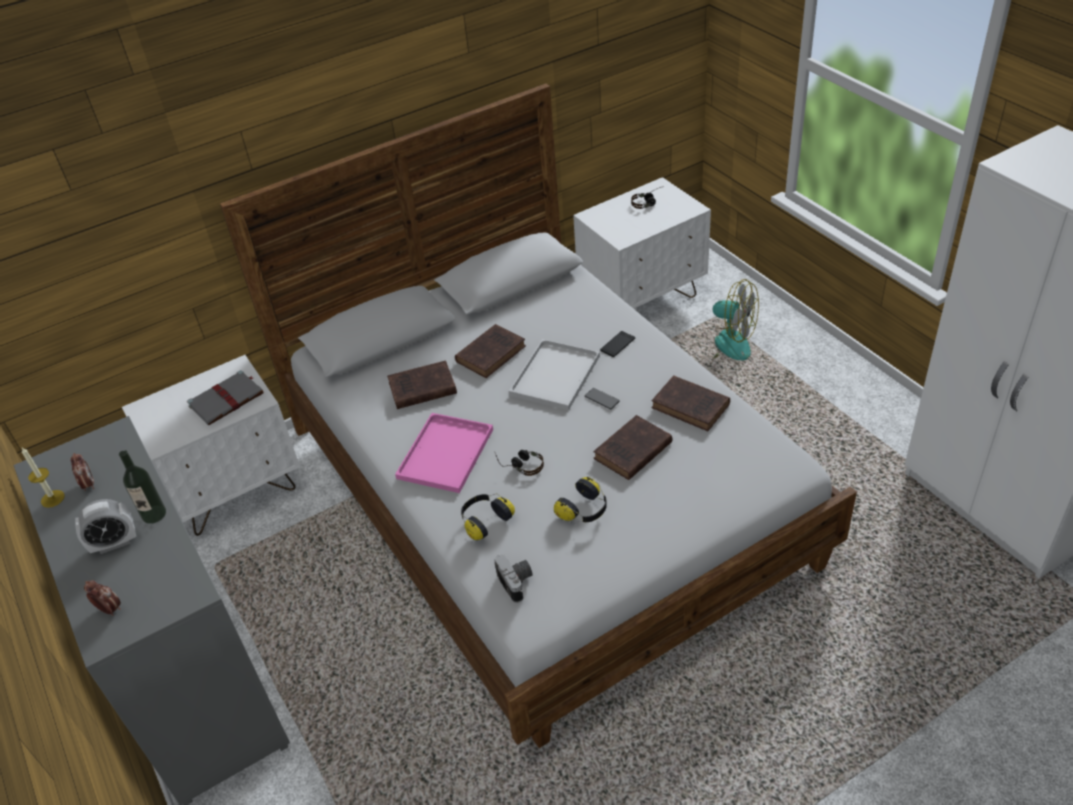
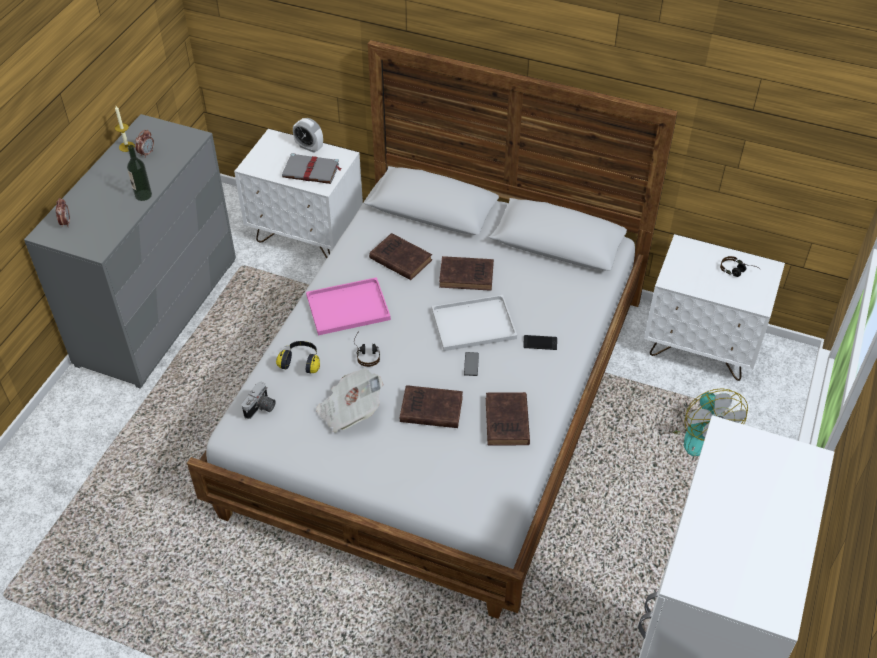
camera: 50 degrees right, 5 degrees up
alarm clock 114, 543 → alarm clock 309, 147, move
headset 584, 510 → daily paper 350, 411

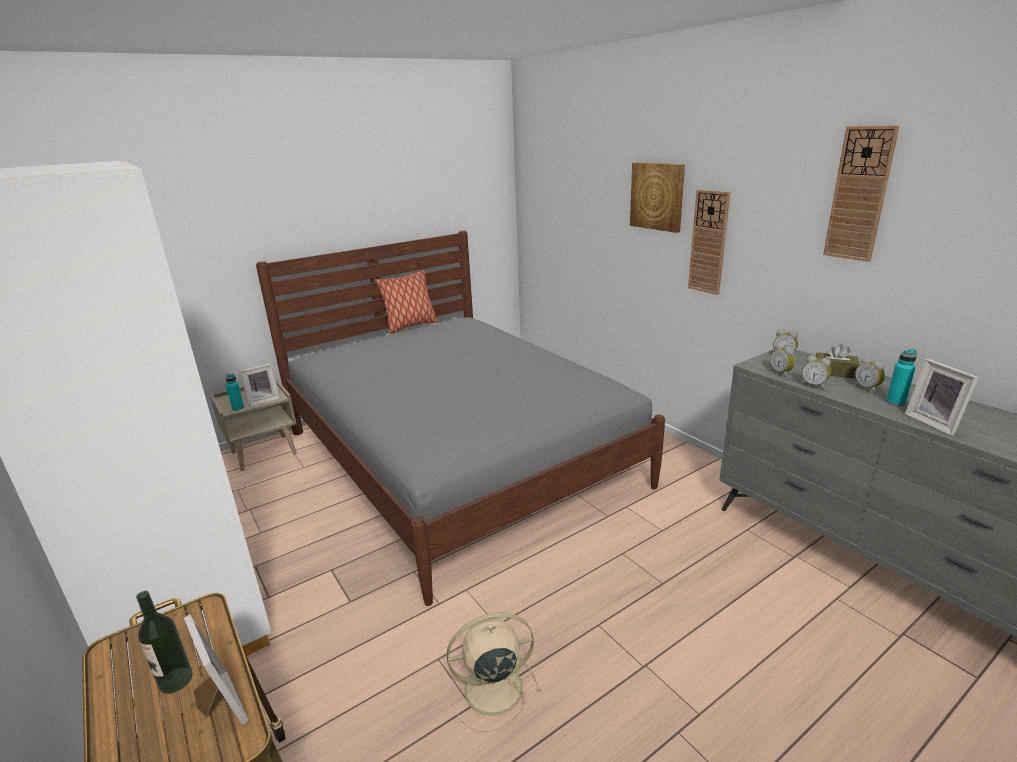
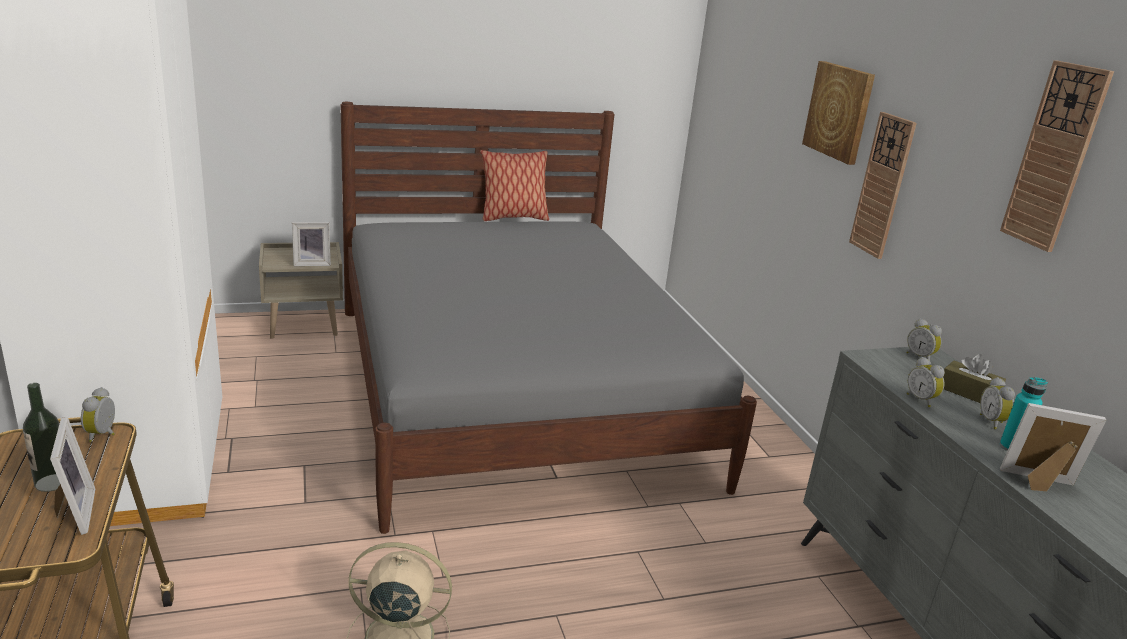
camera: 15 degrees right, 0 degrees up
blue-green beverage bottle 238, 408 → -
alarm clock 781, 373 → alarm clock 103, 434, move
picture frame 935, 423 → picture frame 1039, 483, 105 degrees clockwise

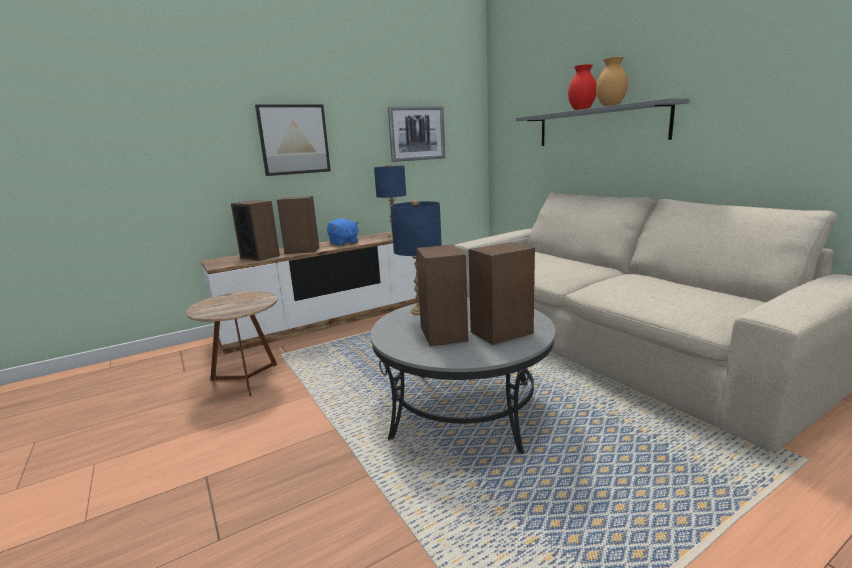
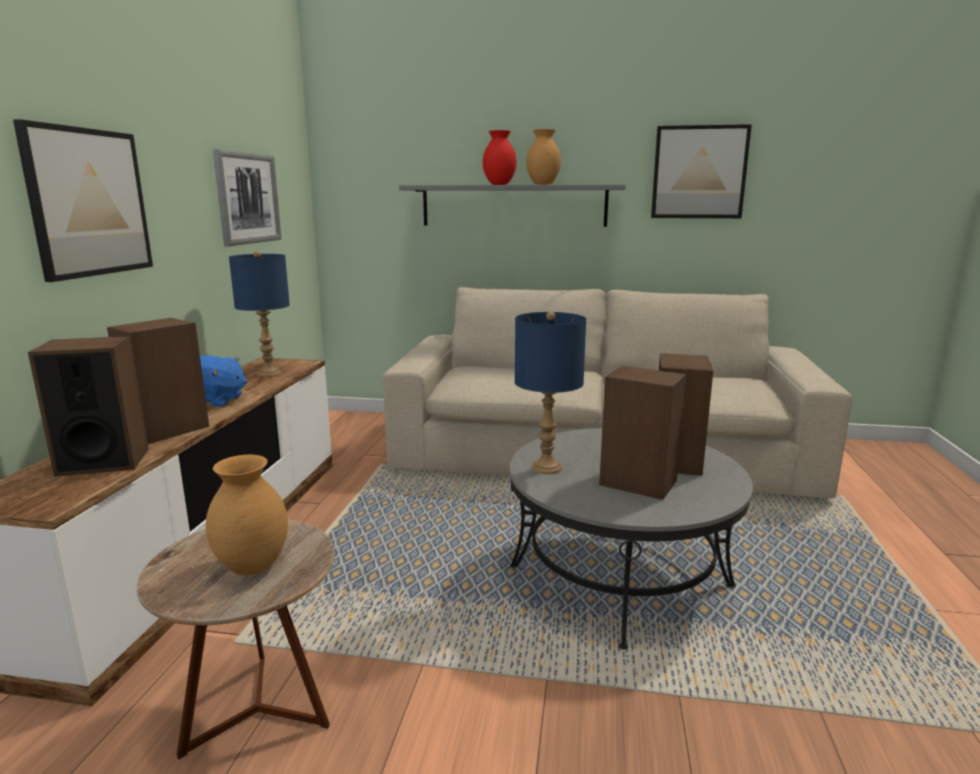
camera: 50 degrees left, 0 degrees up
- → brownish decorative vase 253, 568
- → wall picture 699, 172

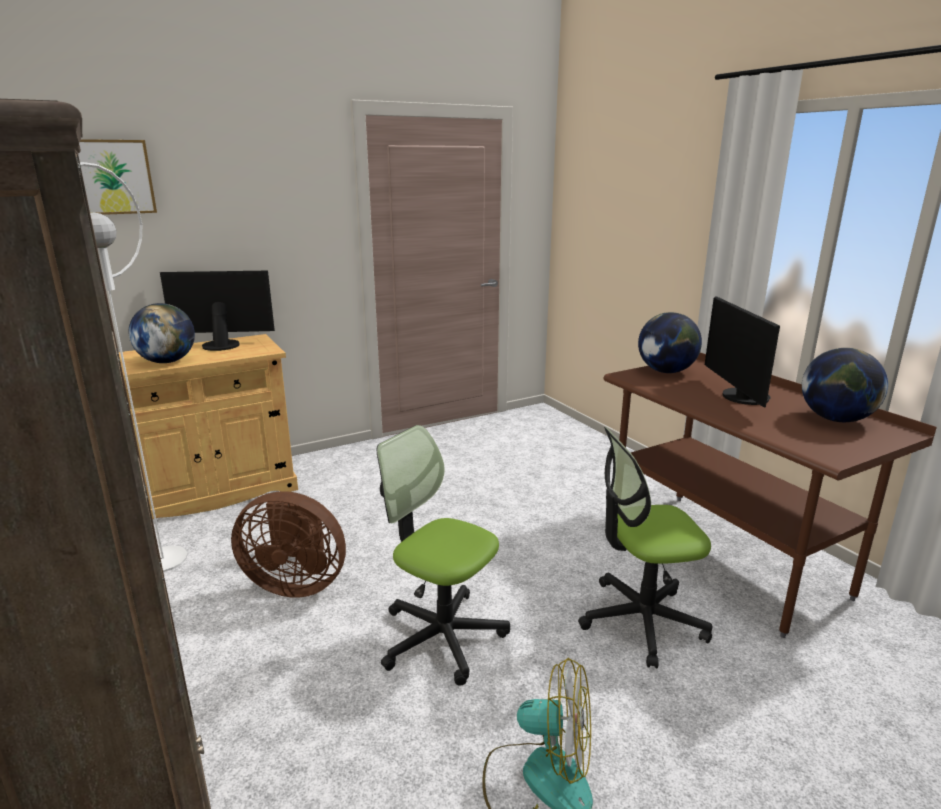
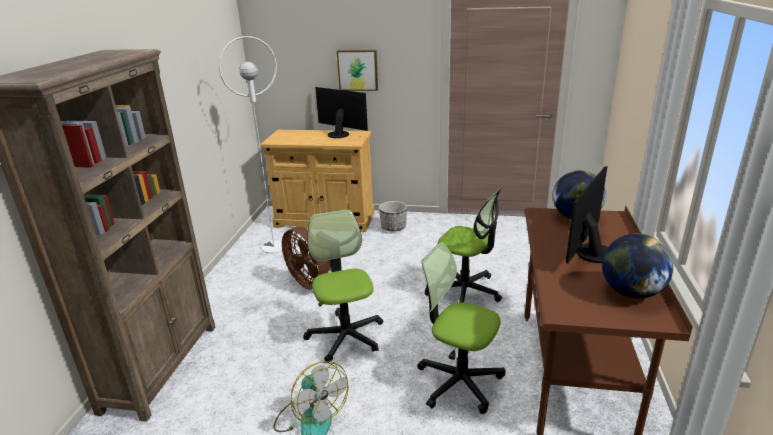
camera: 40 degrees right, 5 degrees up
desk globe 167, 361 → -
- → planter 393, 227
- → desk chair 466, 291
wall picture 112, 177 → wall picture 358, 70, move

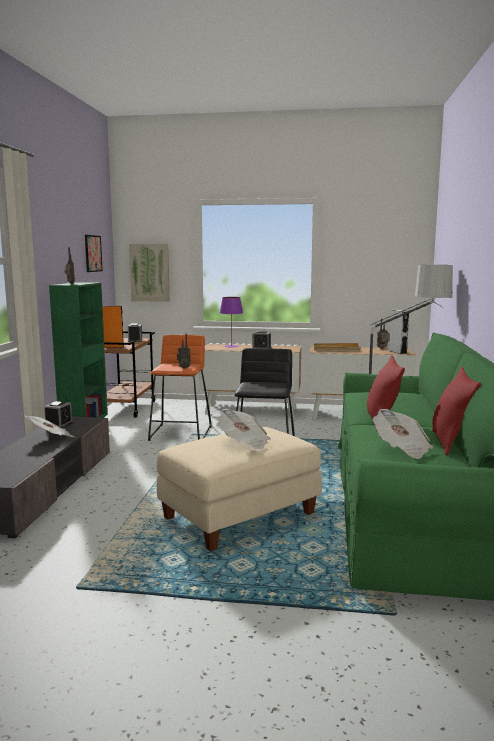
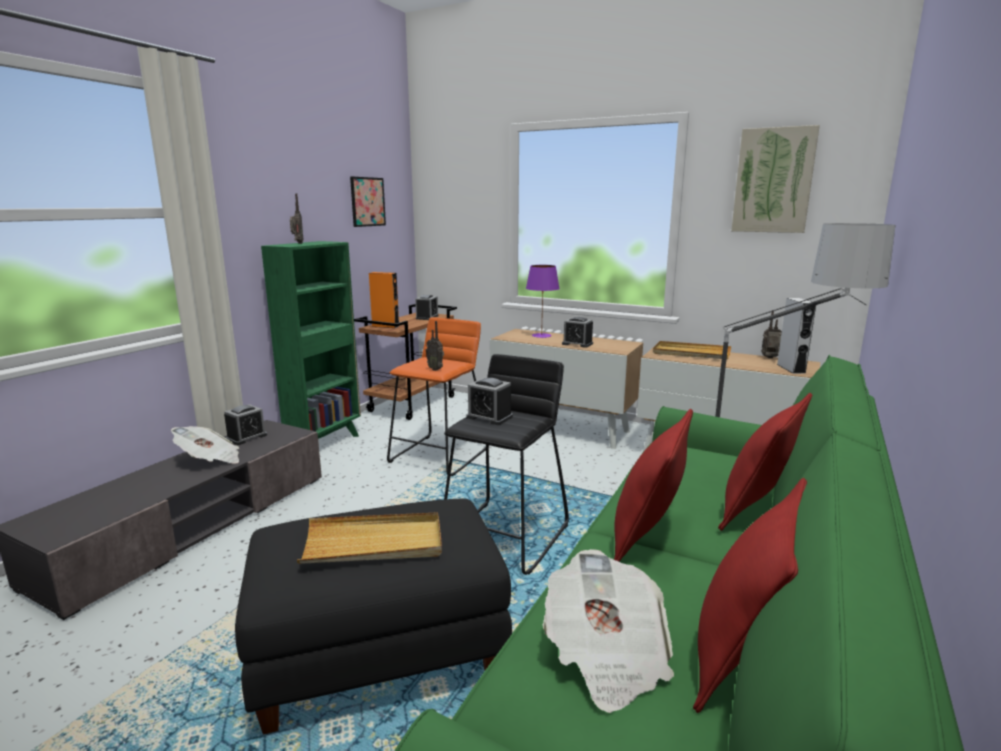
camera: 20 degrees right, 5 degrees up
- → alarm clock 489, 417
- → red-coloured throw pillow 757, 510
wall picture 150, 272 → wall picture 773, 181, move
daily paper 244, 443 → beige-coloured tray 374, 543
beige-coloured ottoman 239, 515 → black ottoman 381, 650

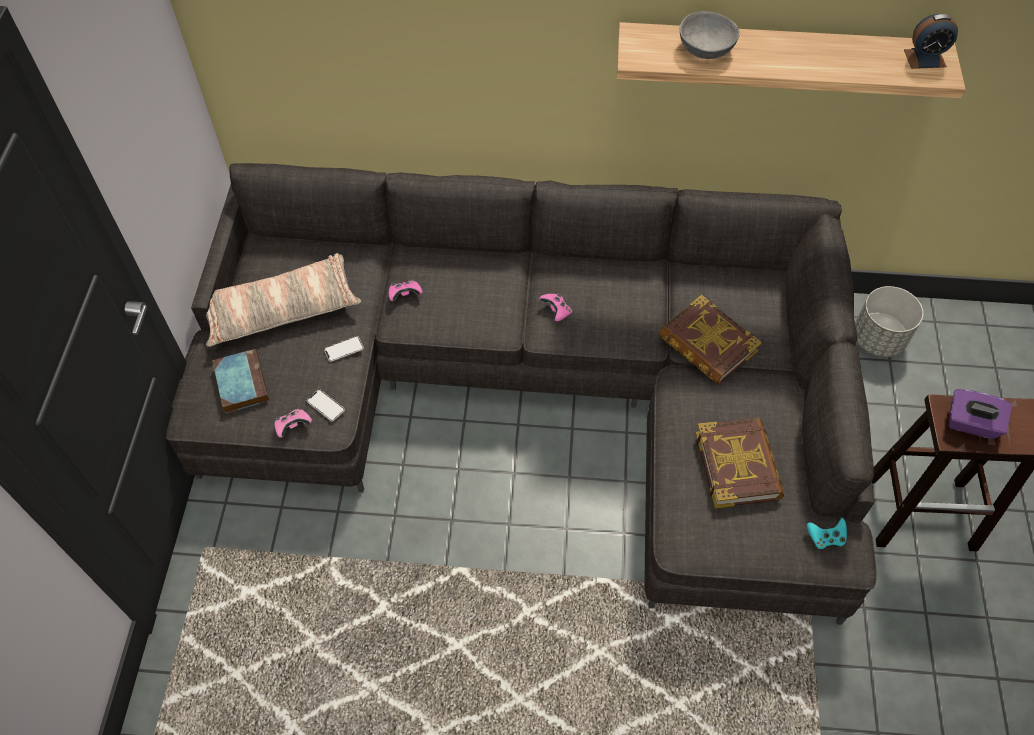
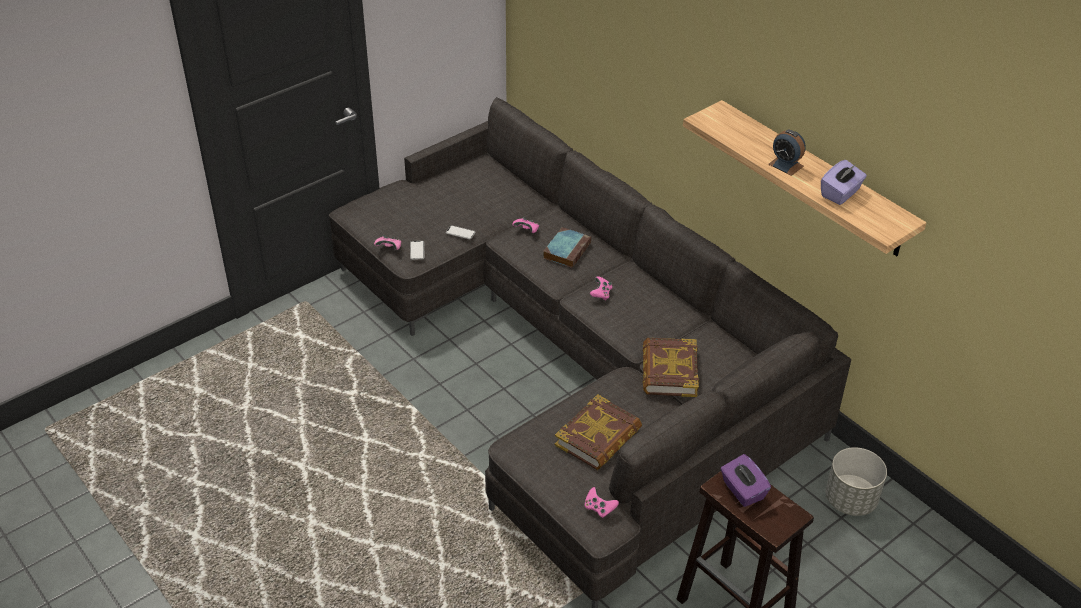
camera: 45 degrees right, 15 degrees down
throw pillow 281, 309 → -
gray serving bowl 705, 49 → -
- → purple tissue box 840, 193
volume 241, 383 → volume 567, 250, move
alarm clock 924, 58 → alarm clock 786, 165, move
blue-green gamepad 825, 537 → pink-coloured gamepad 599, 508

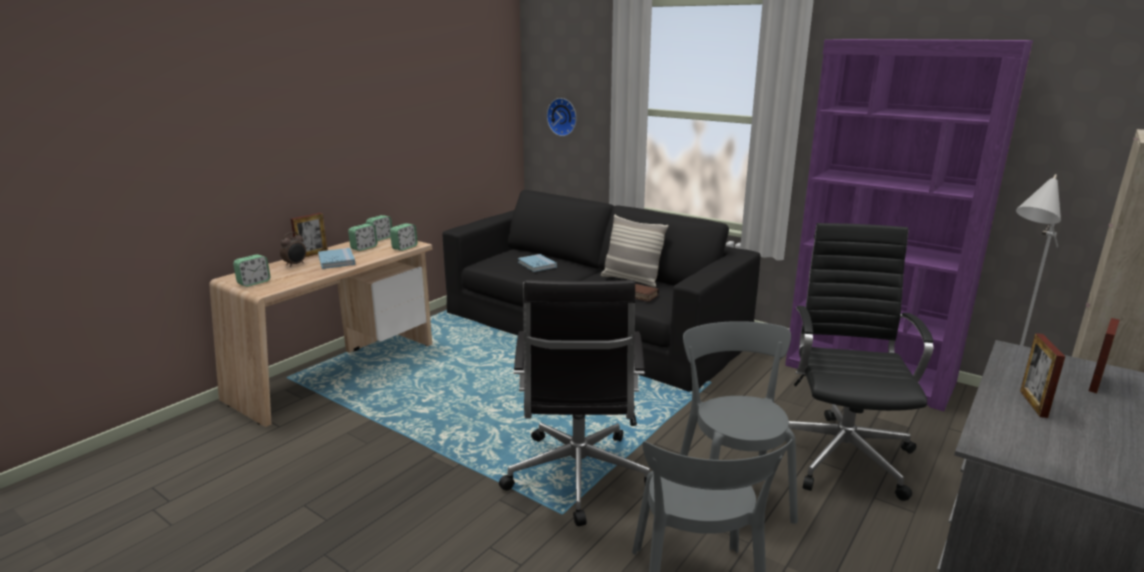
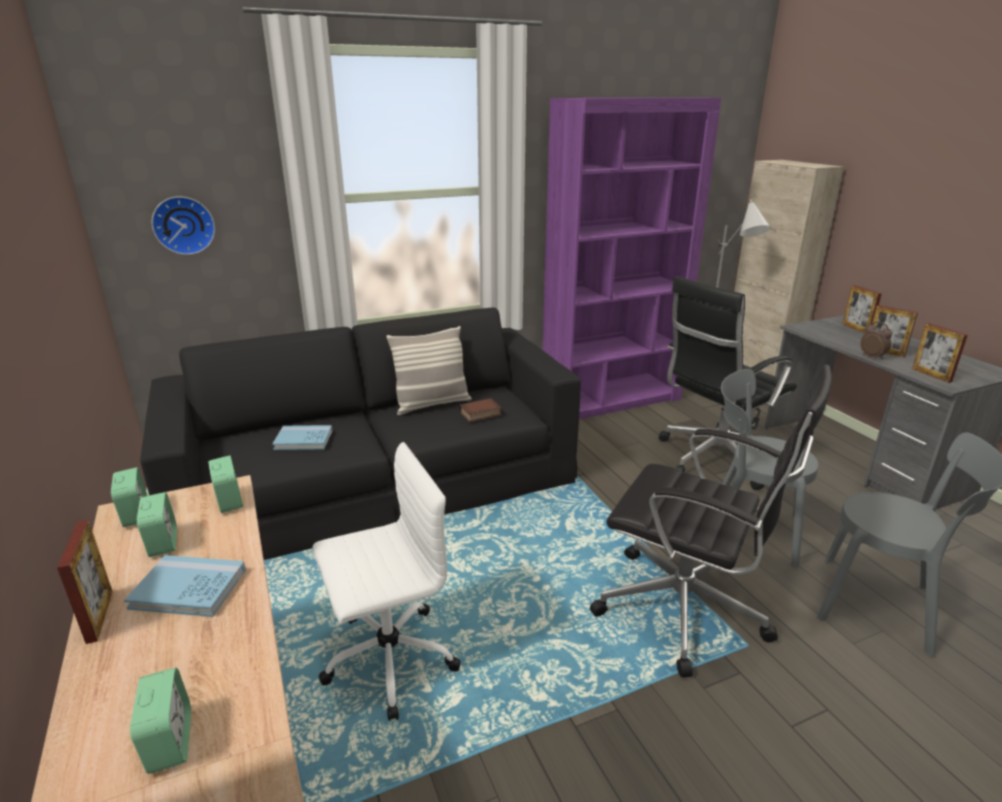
camera: 60 degrees left, 5 degrees up
- → whitish desk chair 387, 658
- → picture frame 931, 375
alarm clock 295, 264 → alarm clock 872, 357, move
black desk chair 841, 453 → black desk chair 714, 458, 75 degrees counterclockwise

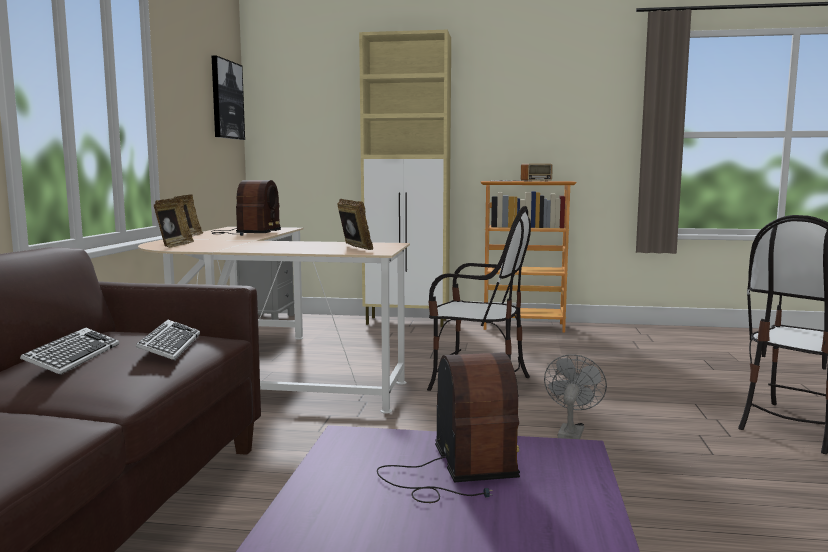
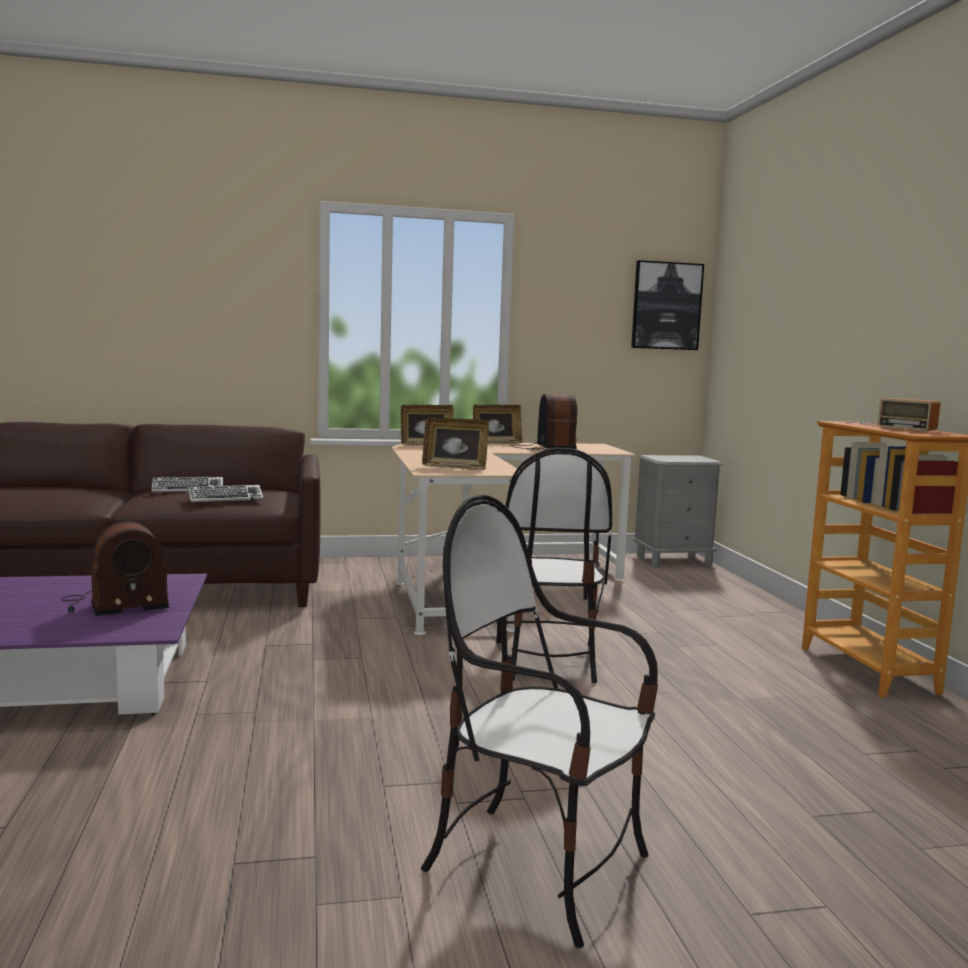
camera: 70 degrees right, 0 degrees up
beige-coloured storage cabinet 407, 322 → -
gray electric fan 571, 431 → -
radio receiver 245, 233 → radio receiver 547, 448, 90 degrees counterclockwise
picture frame 354, 248 → picture frame 455, 467, 60 degrees clockwise

